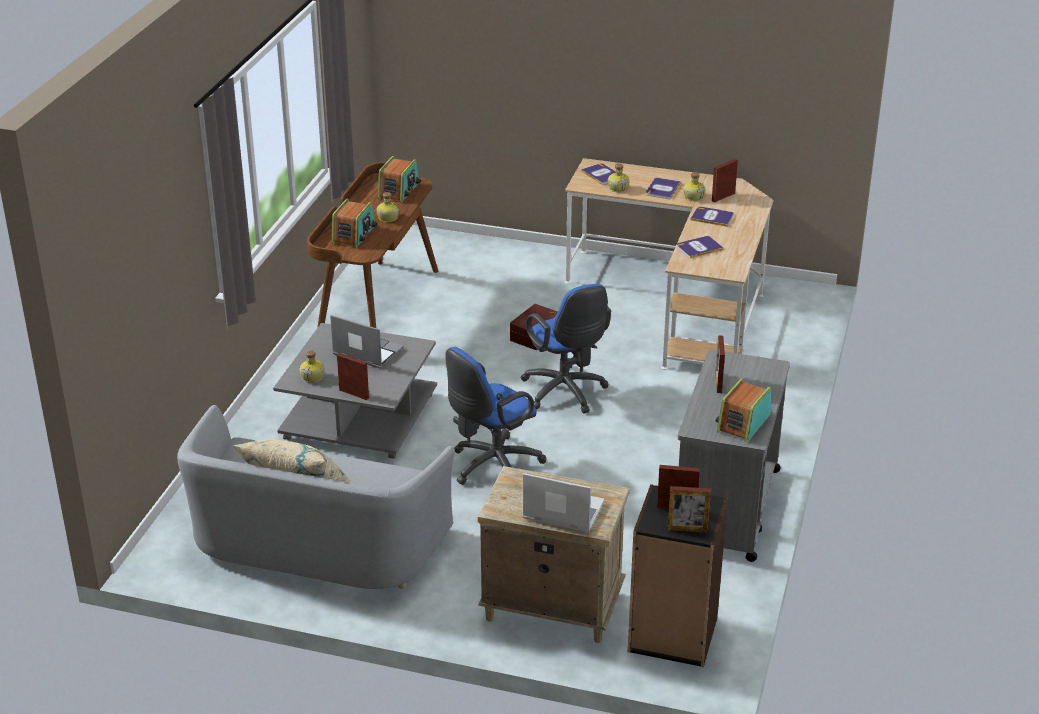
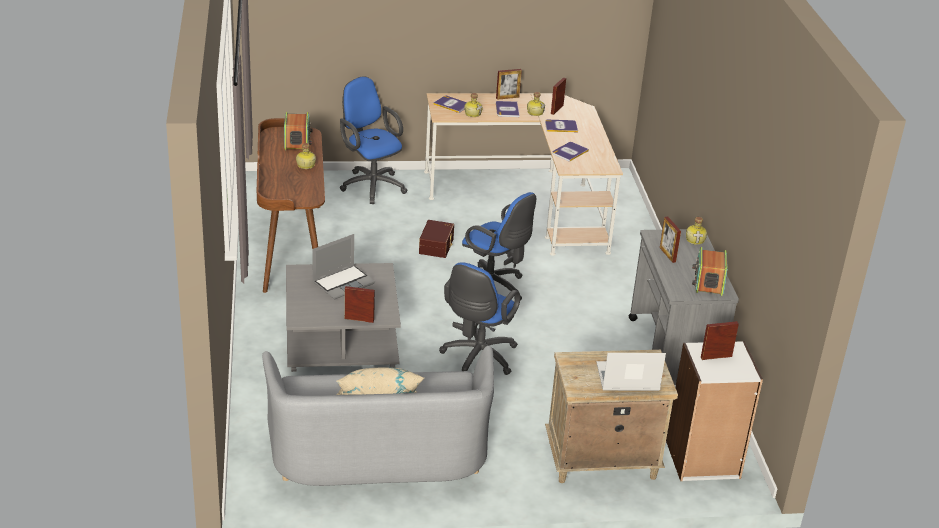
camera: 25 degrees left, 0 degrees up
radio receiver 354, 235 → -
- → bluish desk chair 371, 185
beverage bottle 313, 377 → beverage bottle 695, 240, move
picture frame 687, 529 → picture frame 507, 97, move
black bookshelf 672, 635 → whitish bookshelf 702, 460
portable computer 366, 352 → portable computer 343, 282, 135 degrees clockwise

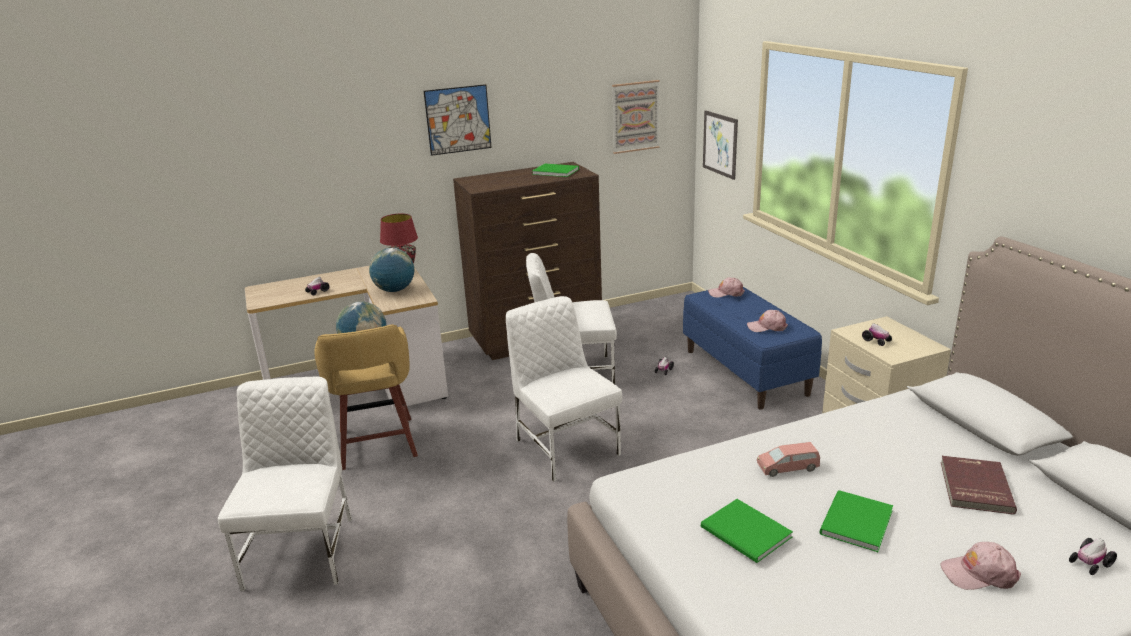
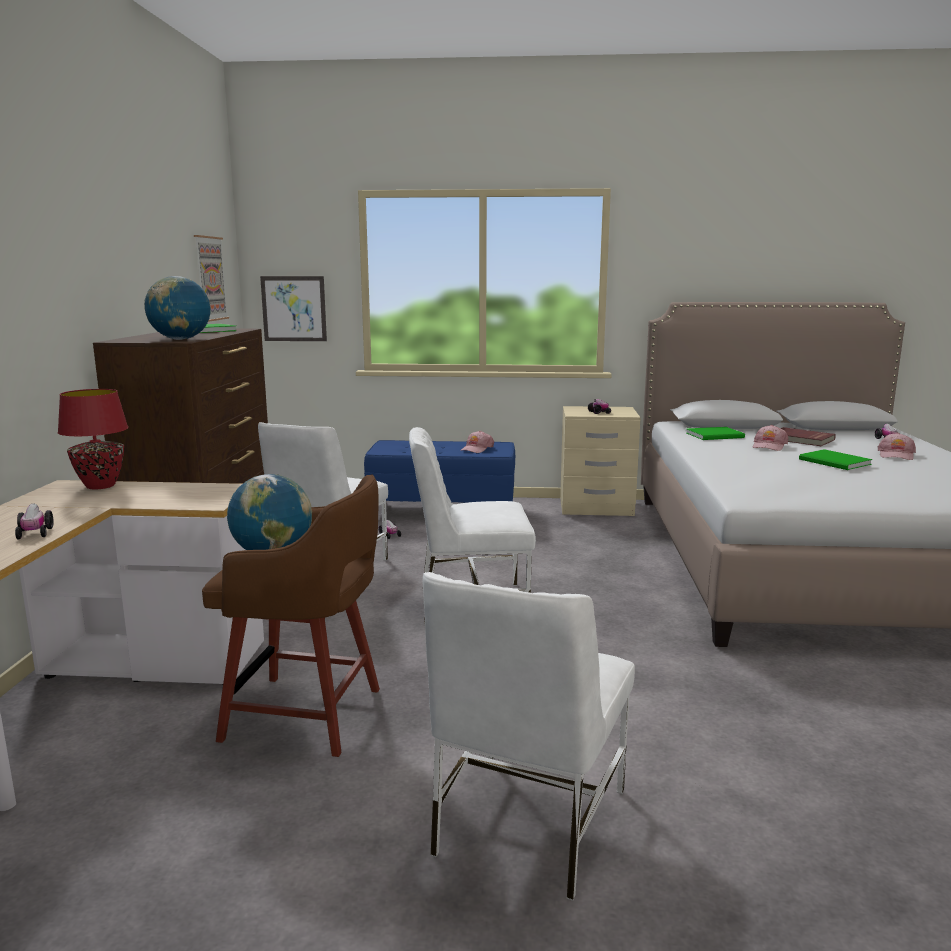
camera: 65 degrees left, 10 degrees down
wall picture 458, 119 → -
pink-coloured toy car 787, 468 → -
desk globe 394, 290 → desk globe 181, 339, move
greenish volume 746, 534 → greenish volume 716, 435, move
pink-coloured peaked cap 726, 293 → pink-coloured peaked cap 769, 446, move
yellow-coloured stool 377, 445 → brownish stool 308, 715
whitish chair 303, 551 → whitish chair 526, 822, 90 degrees counterclockwise

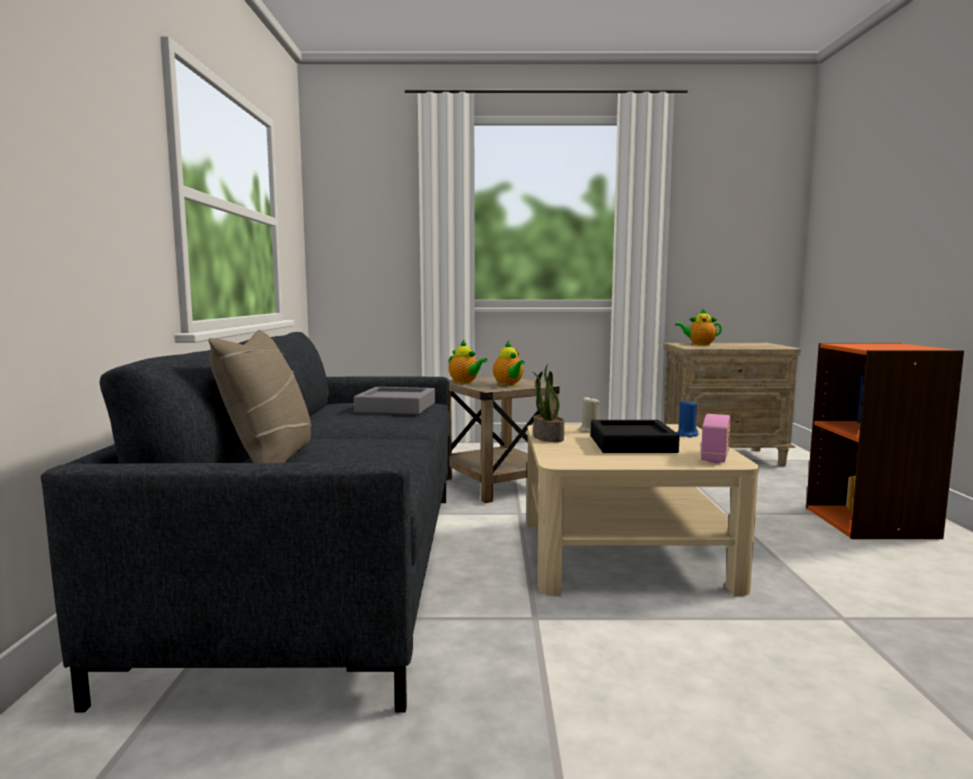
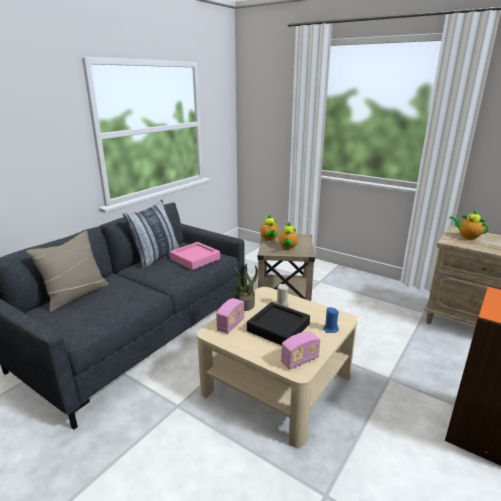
camera: 35 degrees right, 15 degrees up
- → throw pillow 156, 257
- → radio receiver 231, 325
gray tray 396, 407 → pink-coloured tray 195, 259

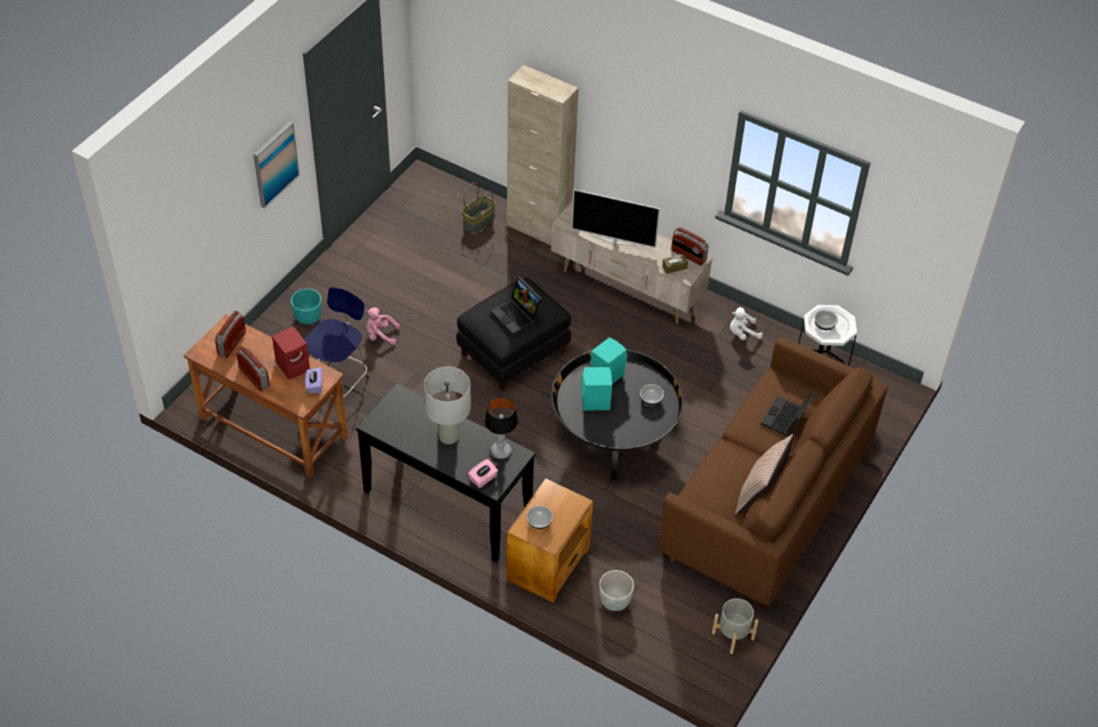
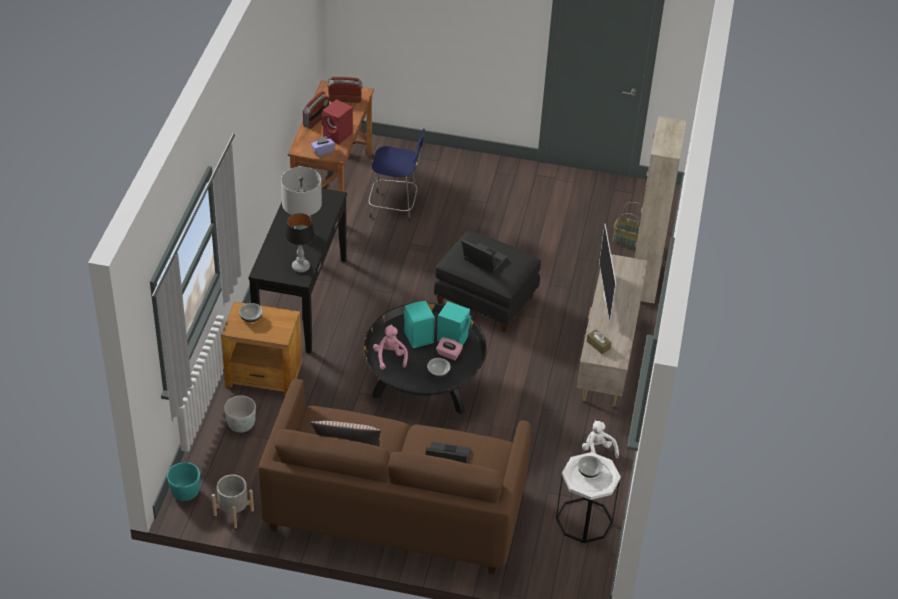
camera: 70 degrees right, 5 degrees down
wall picture 275, 164 → -
radio receiver 688, 256 → -
blue-green planter 308, 317 → blue-green planter 186, 493, move
pink-coloured soft toy 380, 335 → pink-coloured soft toy 390, 357, move
pink-coloured tissue box 483, 479 → pink-coloured tissue box 449, 354, move
portable computer 517, 316 → portable computer 482, 260, 90 degrees clockwise

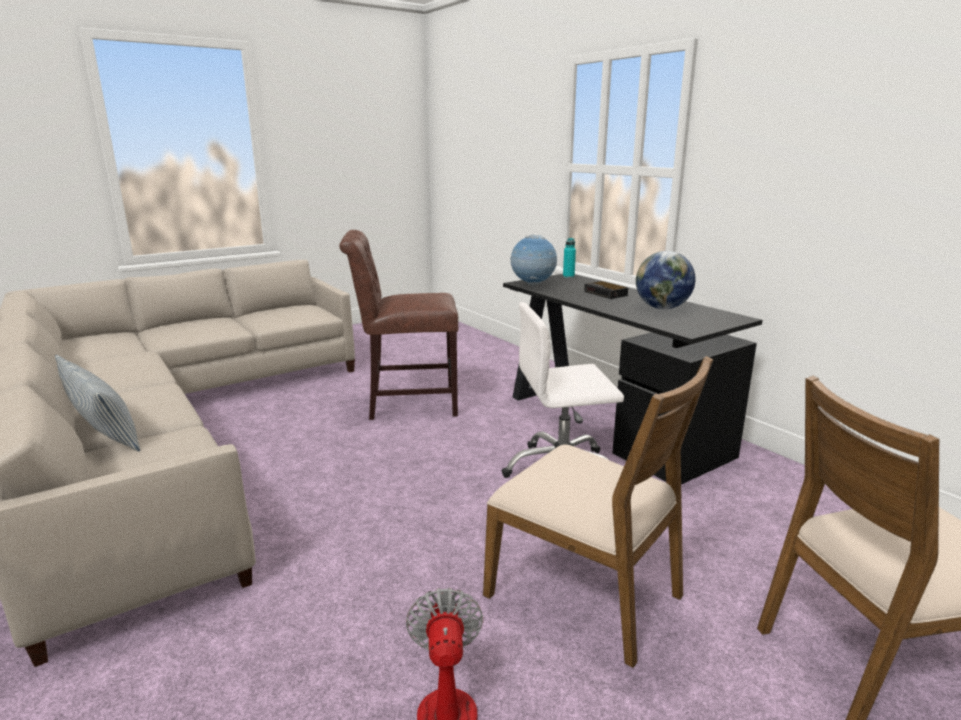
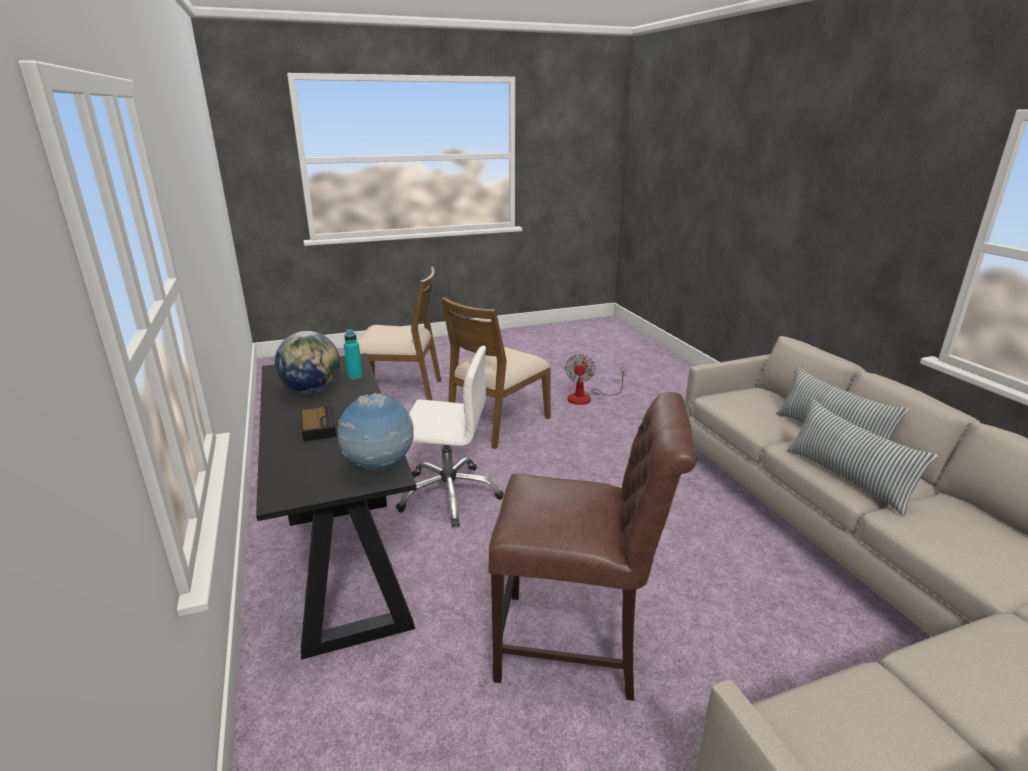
camera: 165 degrees left, 5 degrees up
- → throw pillow 847, 478
blue-green beverage bottle 568, 276 → blue-green beverage bottle 355, 376, move
brownish chair 586, 594 → brownish chair 497, 423, 105 degrees counterclockwise

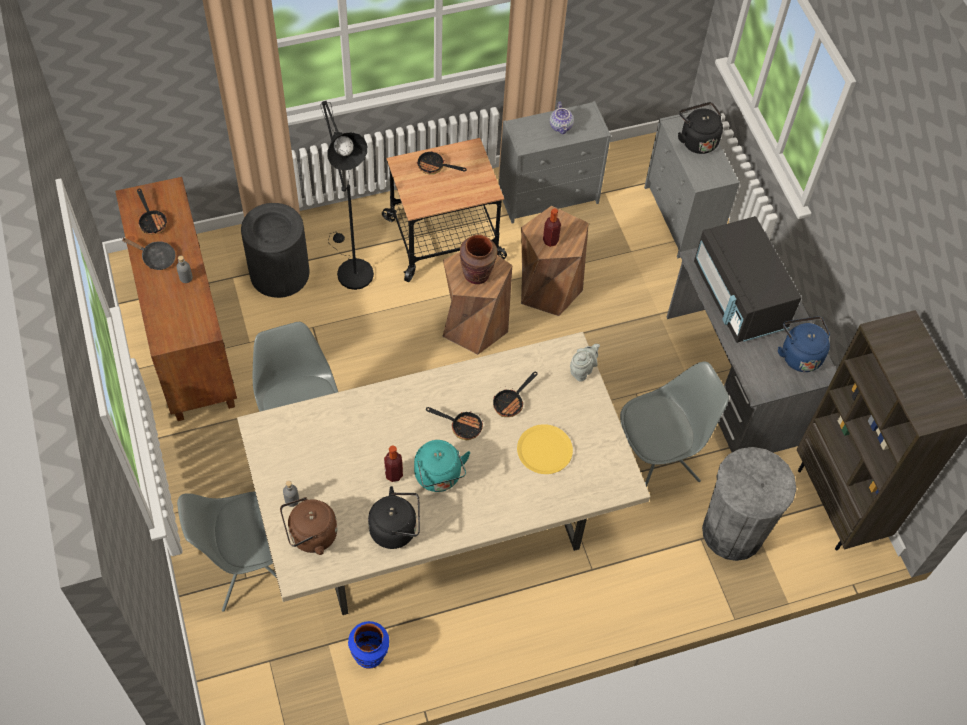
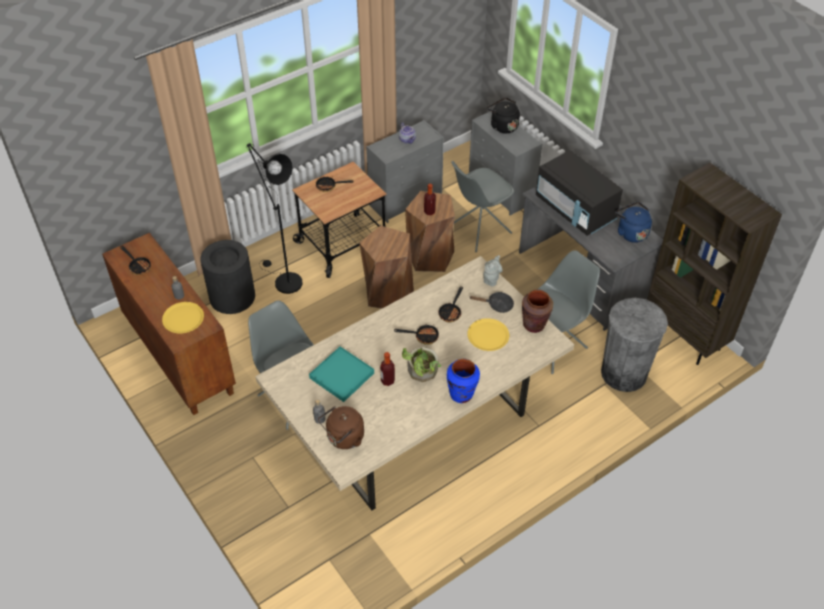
camera: 15 degrees left, 10 degrees down
black kettle 396, 529 → -
- → yellow-coloured dinner plate 183, 318
- → blue-green tray 342, 375
black pan 156, 258 → black pan 497, 305, move
gray chair 249, 569 → gray chair 478, 230, move
bluish decorative vase 370, 655 → bluish decorative vase 461, 394, move
brownish decorative vase 477, 274 → brownish decorative vase 534, 325, move
blue-green kettle 439, 477 → potted plant 421, 373

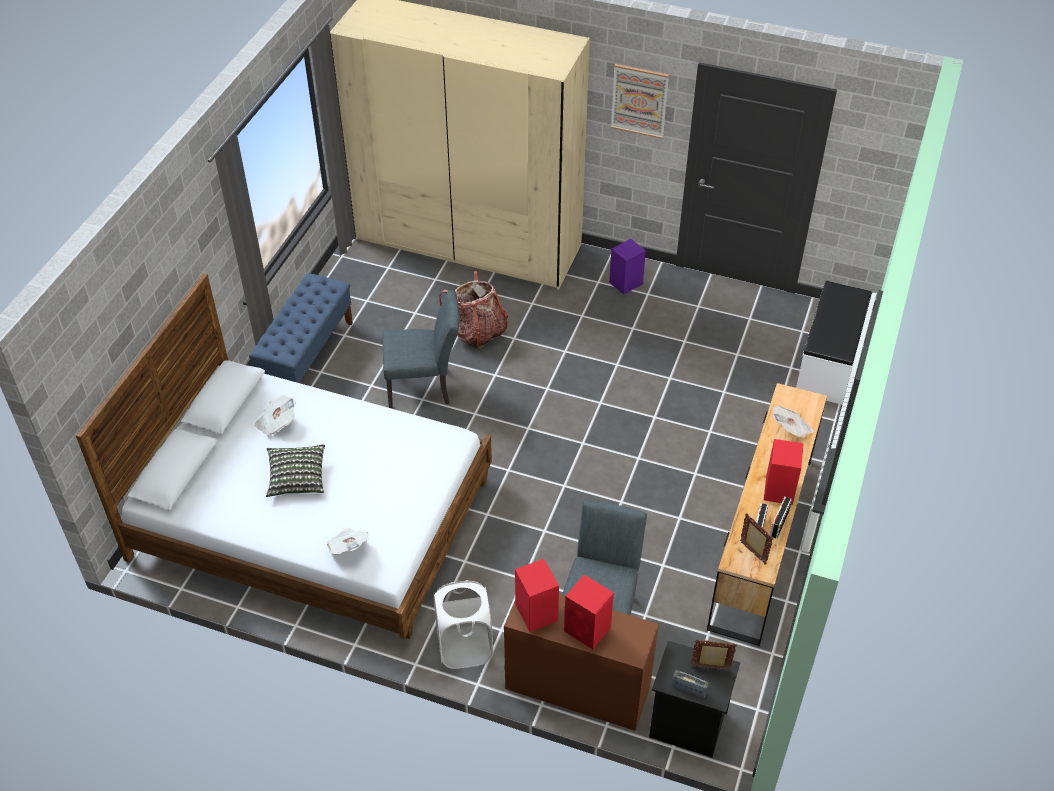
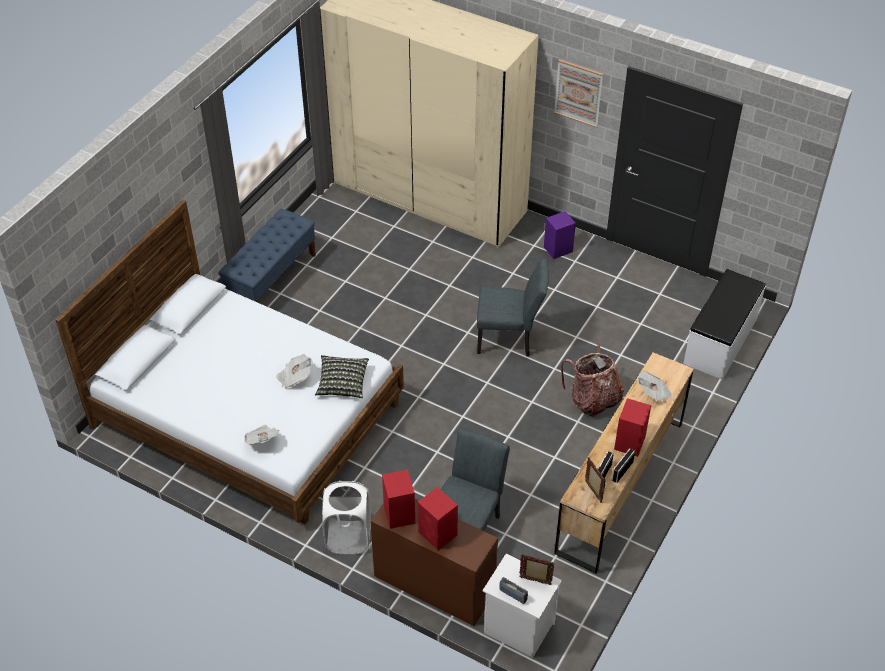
camera: 10 degrees right, 0 degrees up
daily paper 276, 423 → daily paper 294, 377, move
throw pillow 297, 478 → throw pillow 342, 383, move
gray chair 424, 387 → gray chair 510, 339, move
knapsack 478, 332 → knapsack 593, 400, move
black nightstand 685, 725 → whitish nightstand 517, 628

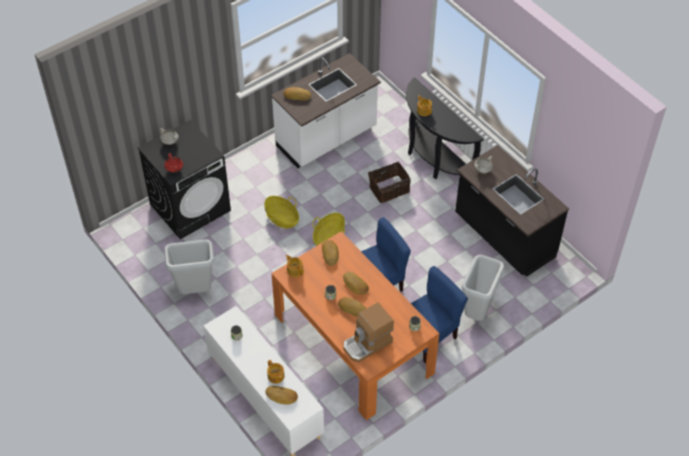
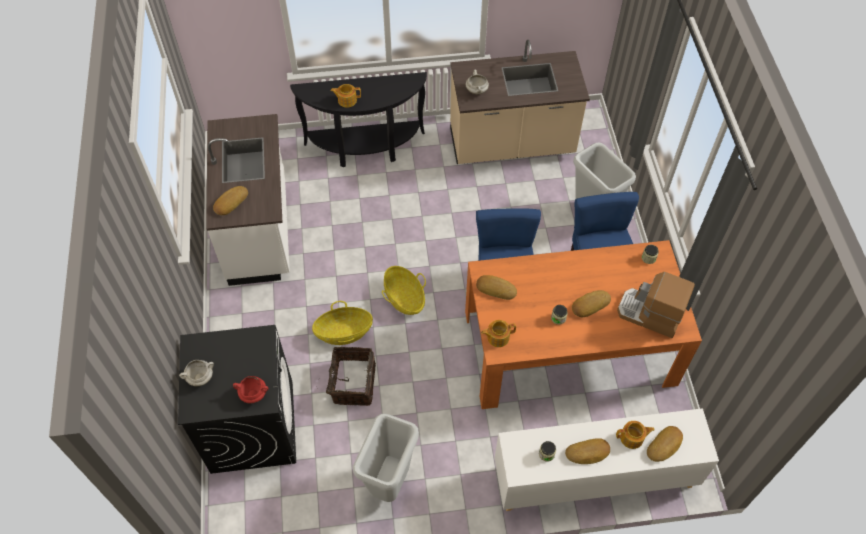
camera: 60 degrees left, 5 degrees up
baked bread 355, 285 → baked bread 588, 453, move
basket 388, 188 → basket 352, 383, move
black kitchen counter 503, 237 → beige-coloured kitchen counter 511, 145
coffee machine 367, 344 → coffee machine 649, 314, 120 degrees clockwise

